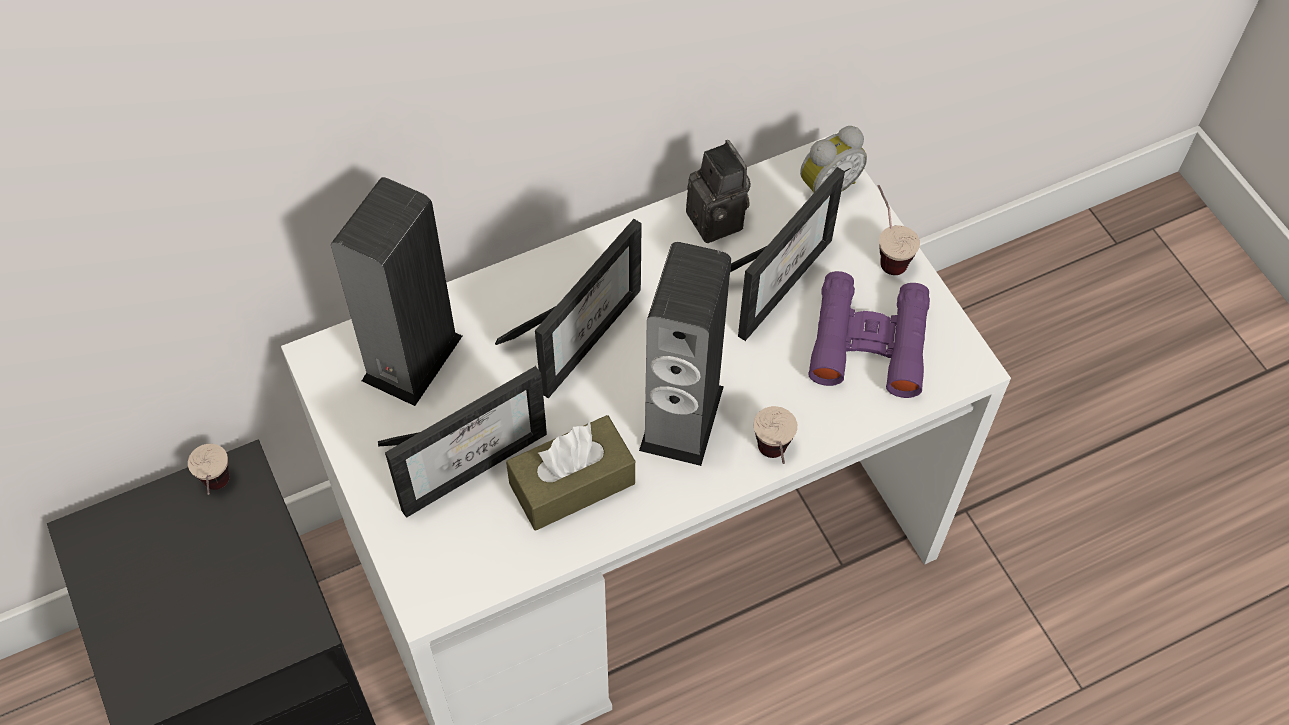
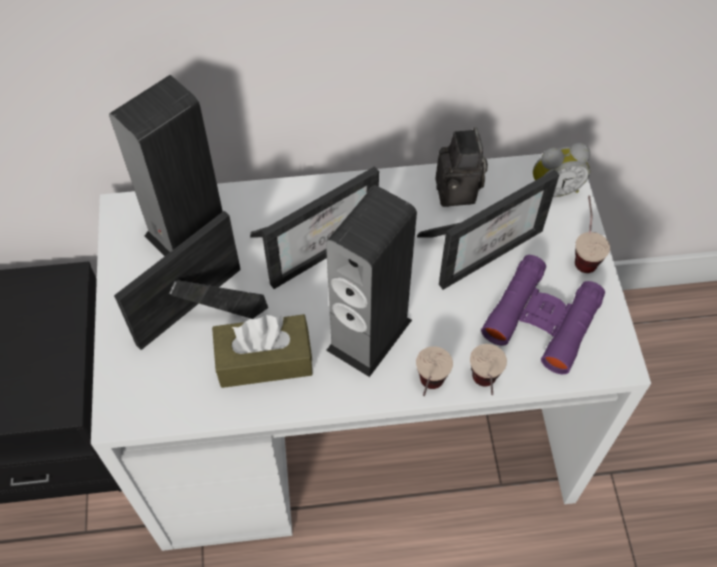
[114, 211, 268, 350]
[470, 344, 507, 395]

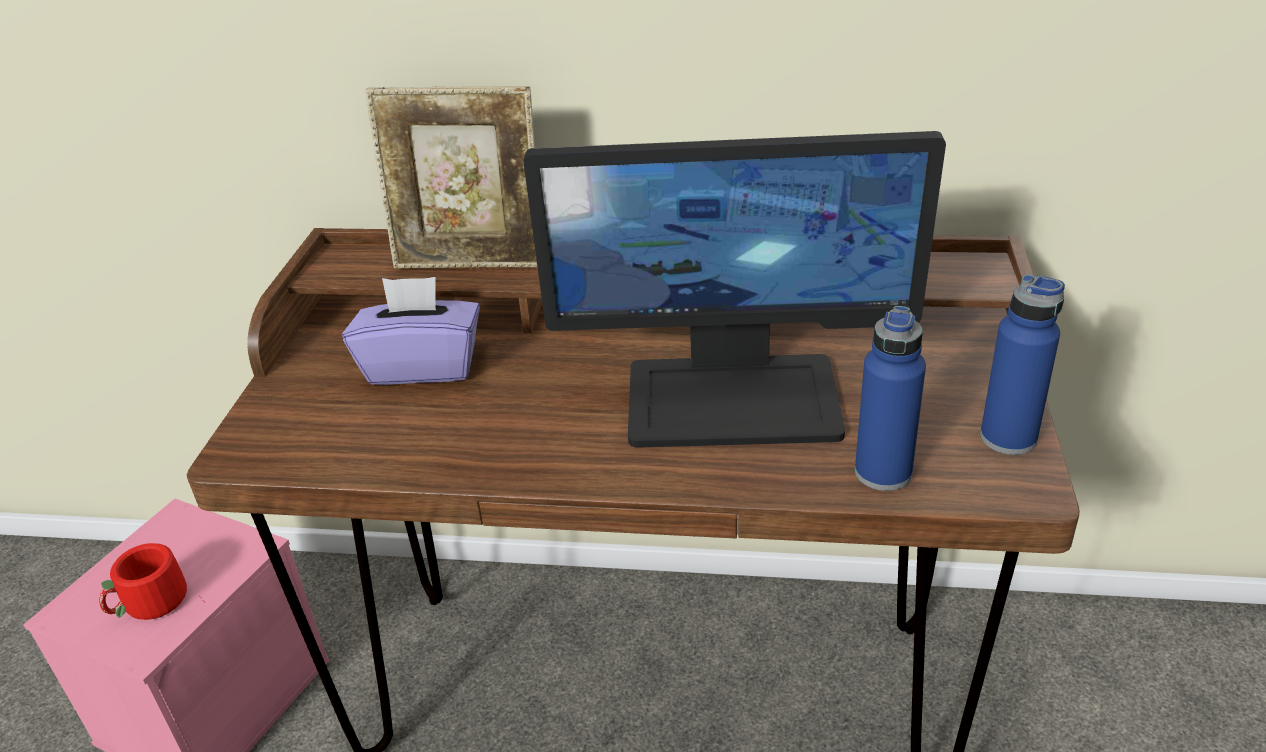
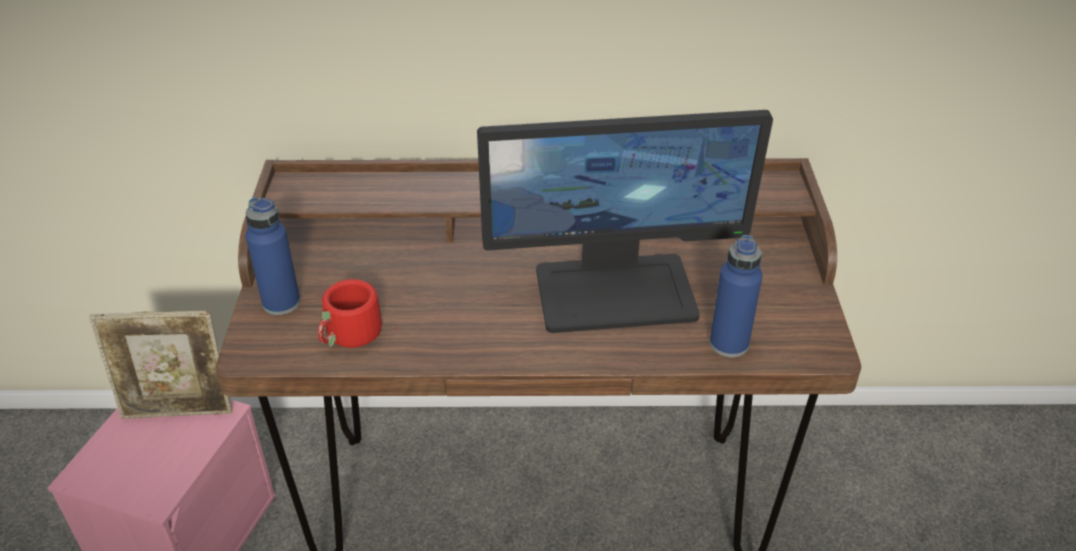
[89, 310, 232, 419]
[245, 197, 300, 315]
[342, 277, 480, 385] (first image)
[318, 279, 401, 348]

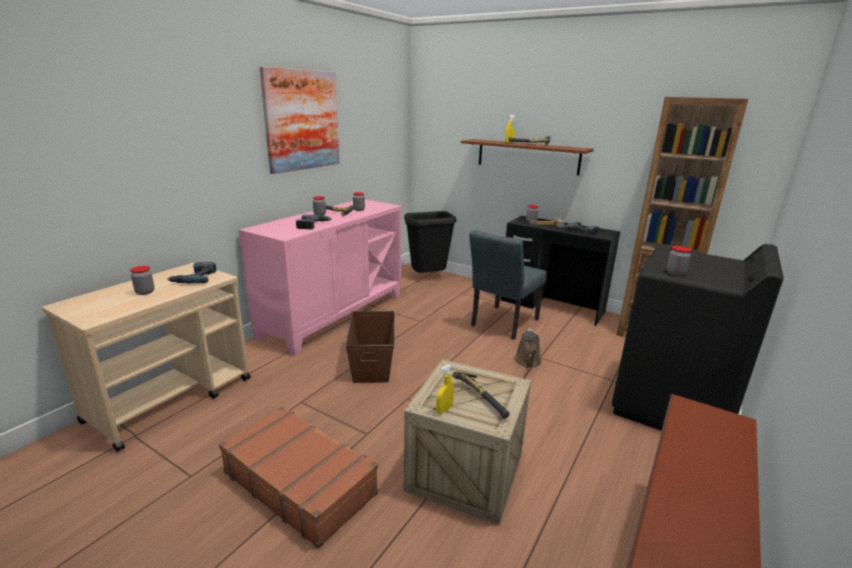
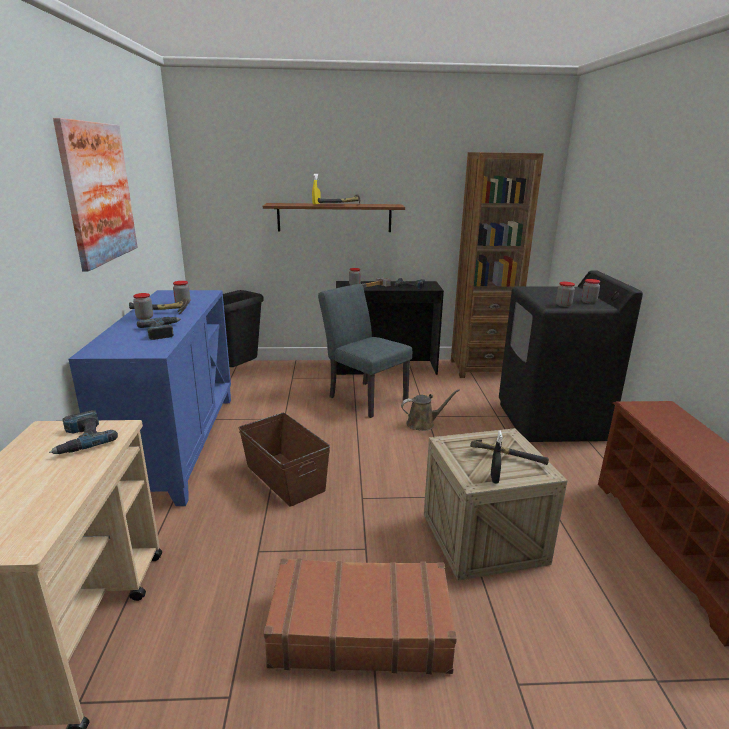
[69, 290, 231, 506]
[318, 284, 412, 418]
[581, 279, 600, 304]
[401, 389, 460, 431]
[491, 431, 503, 483]

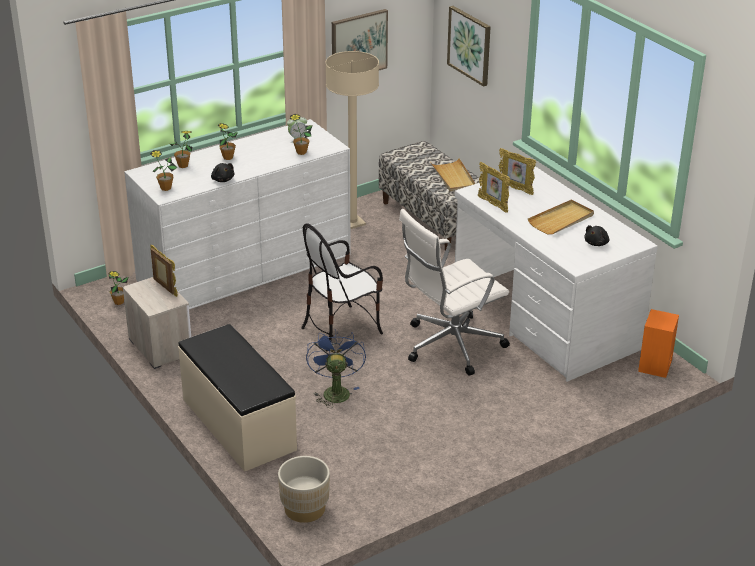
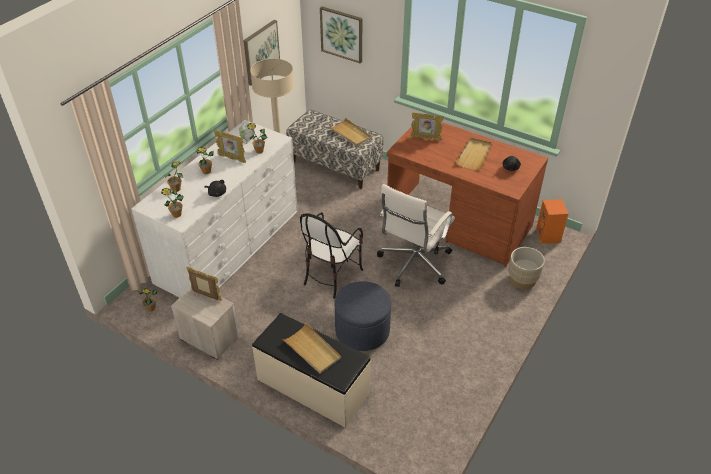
[214, 130, 246, 163]
[387, 122, 548, 267]
[334, 281, 391, 351]
[509, 247, 545, 289]
[284, 323, 341, 374]

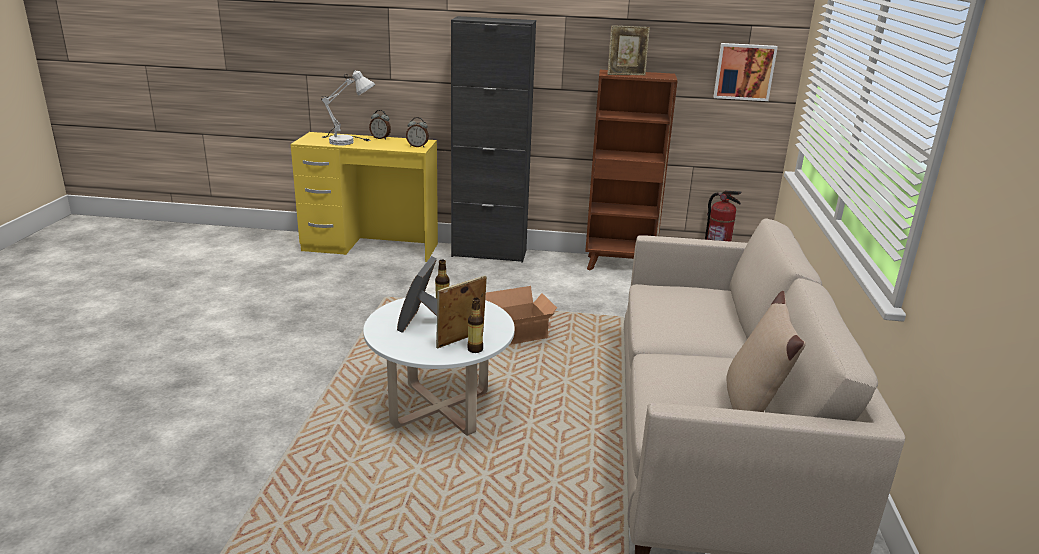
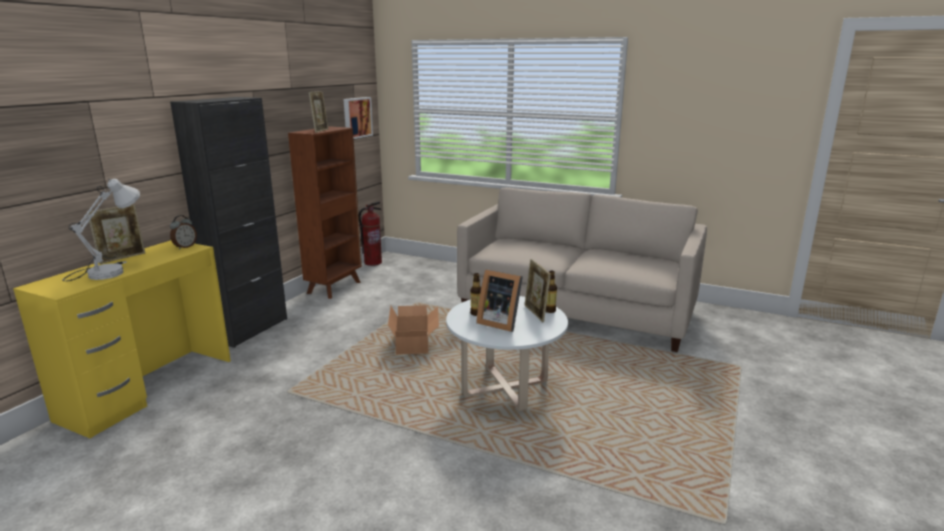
[88, 204, 145, 264]
[726, 291, 806, 412] (first image)

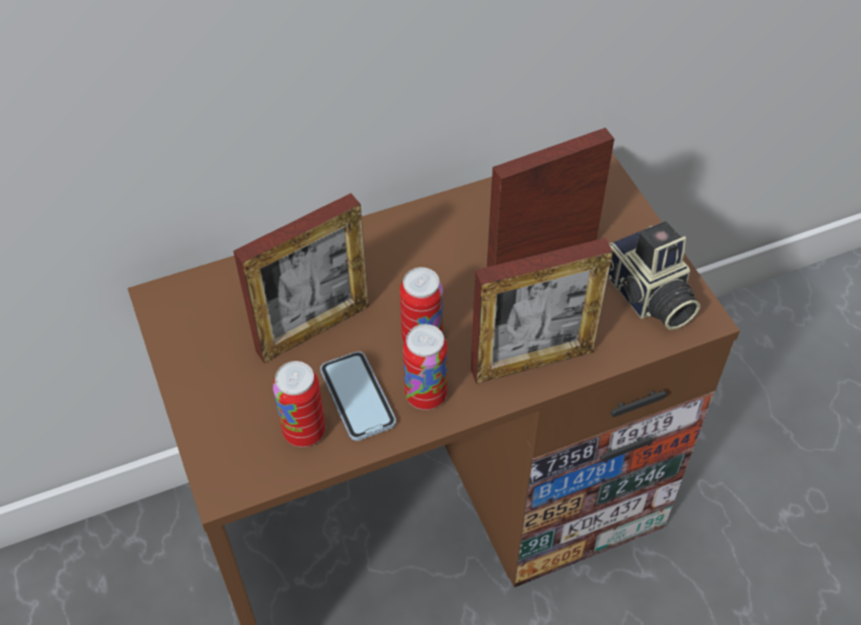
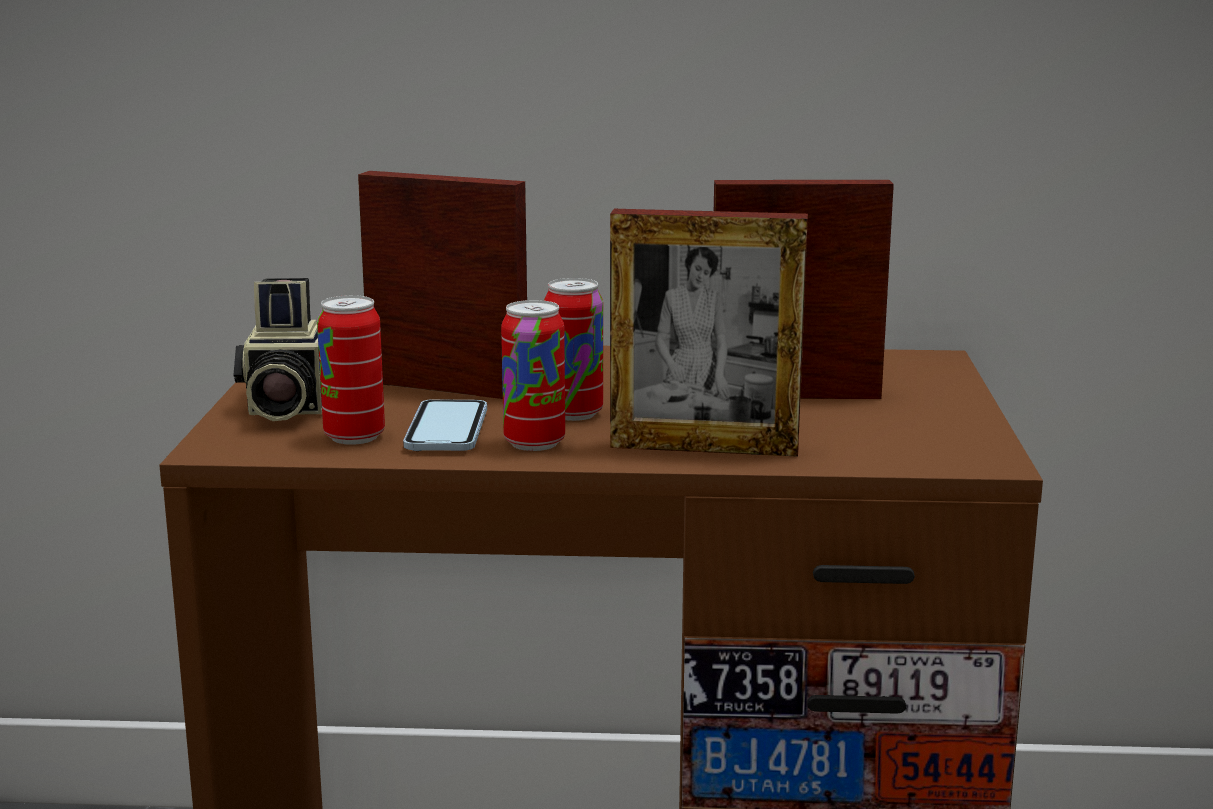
[358, 171, 527, 399]
[233, 278, 322, 421]

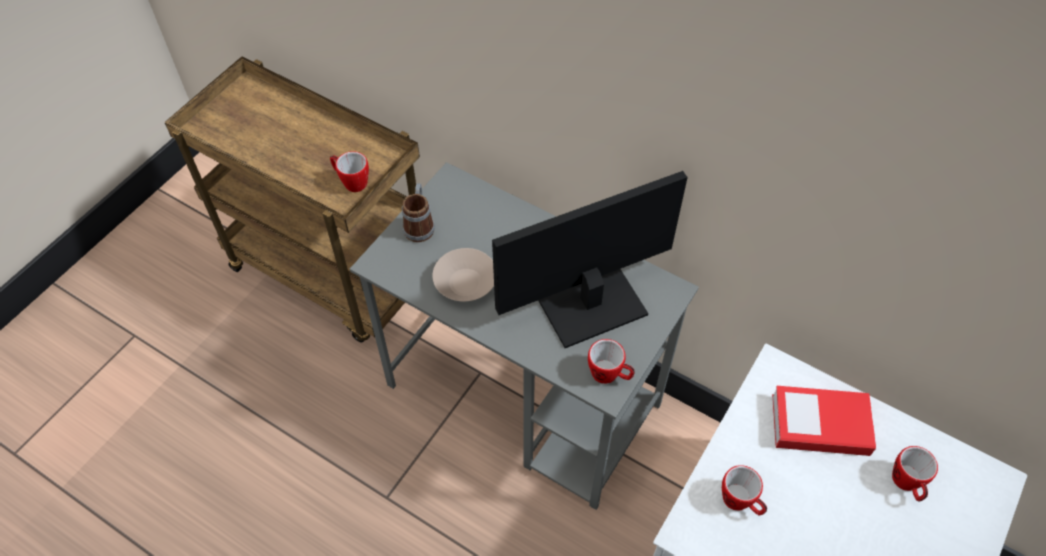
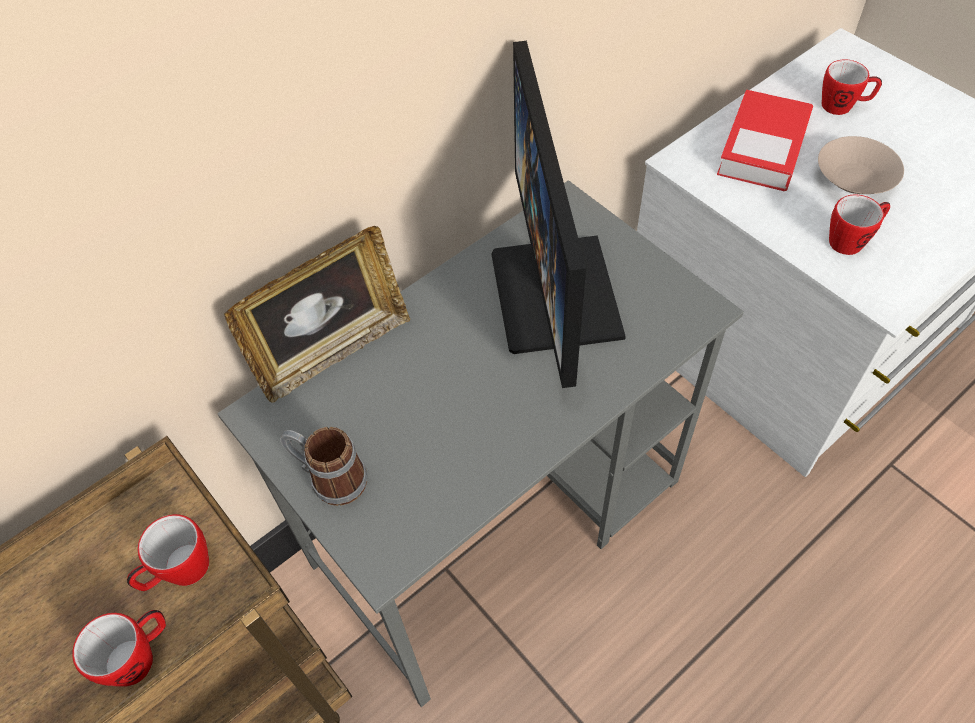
[818, 136, 904, 194]
[72, 610, 166, 687]
[224, 226, 410, 403]

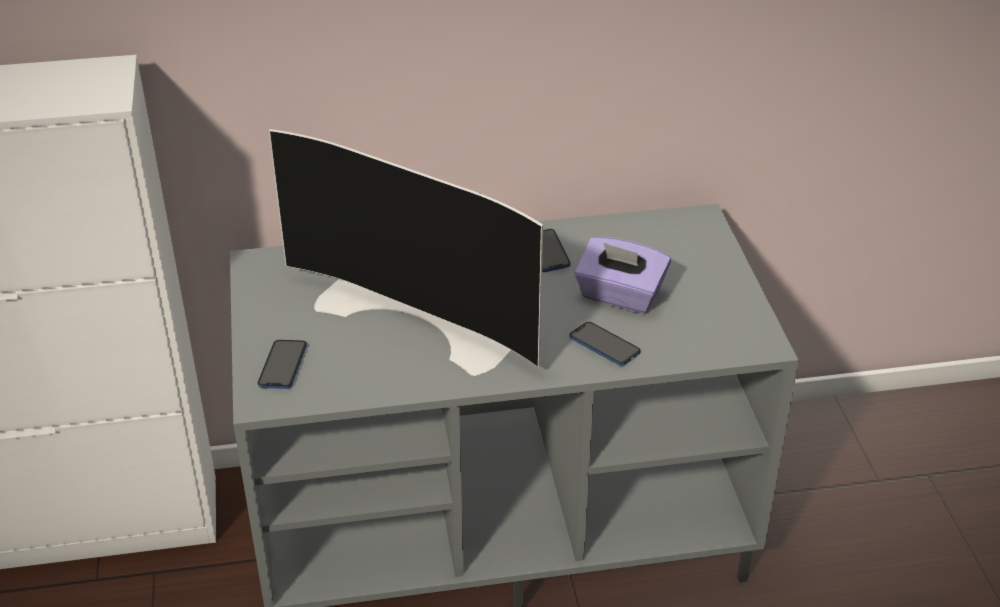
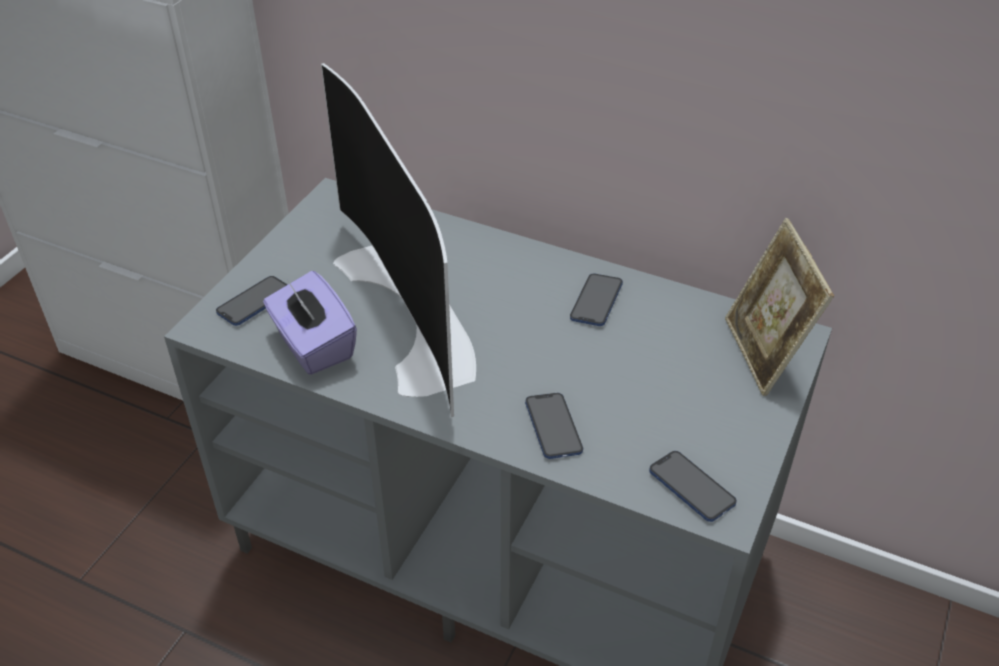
[263, 271, 357, 375]
[725, 218, 834, 396]
[649, 451, 737, 522]

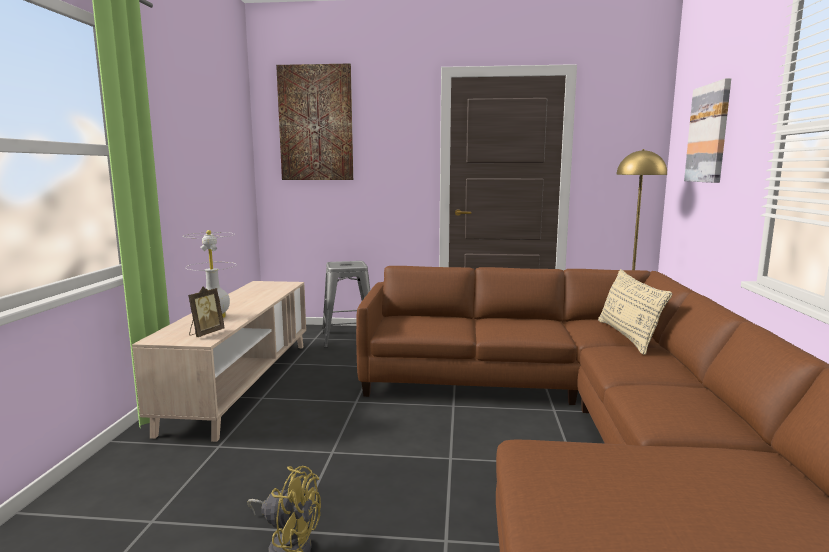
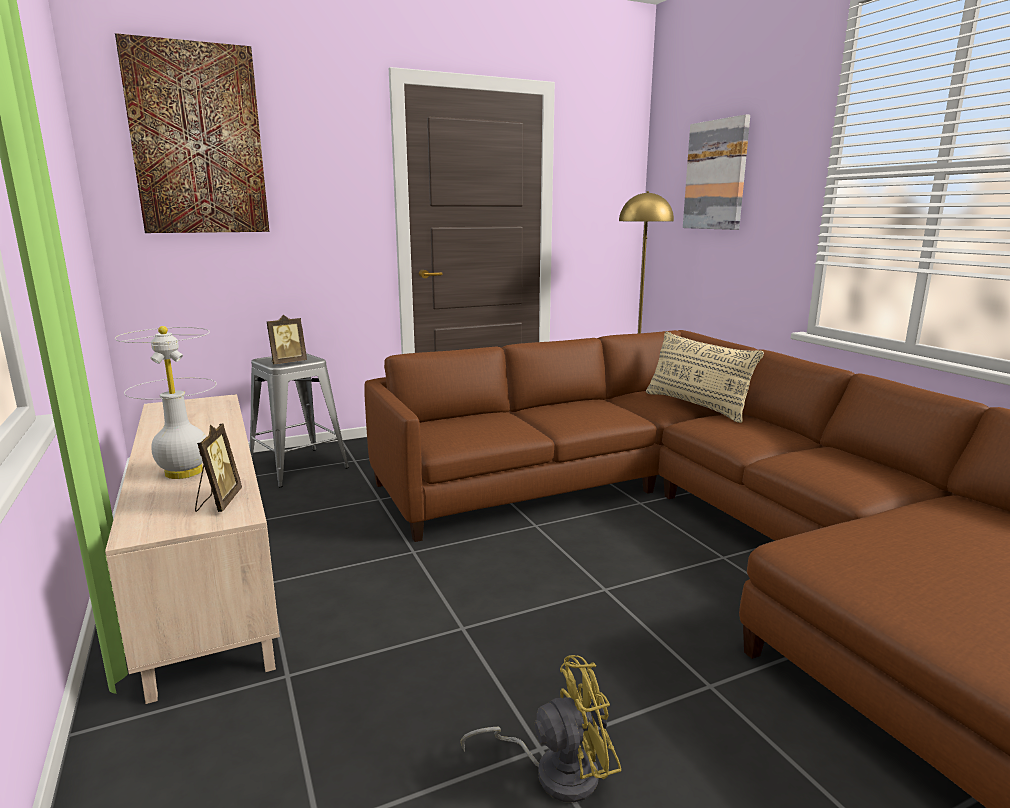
[266, 315, 307, 364]

